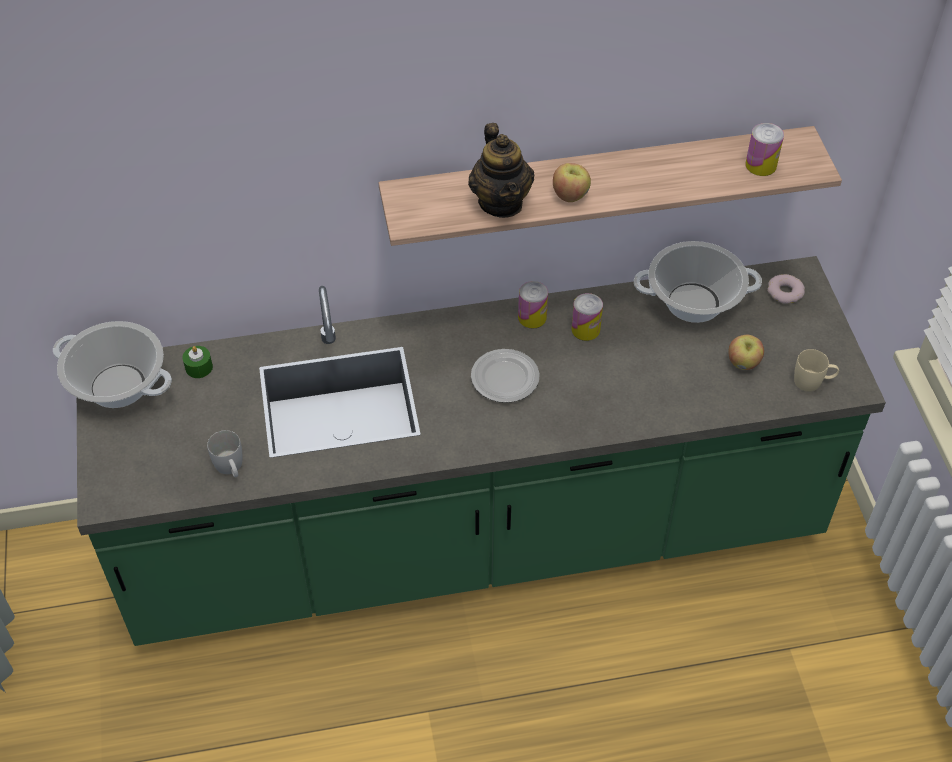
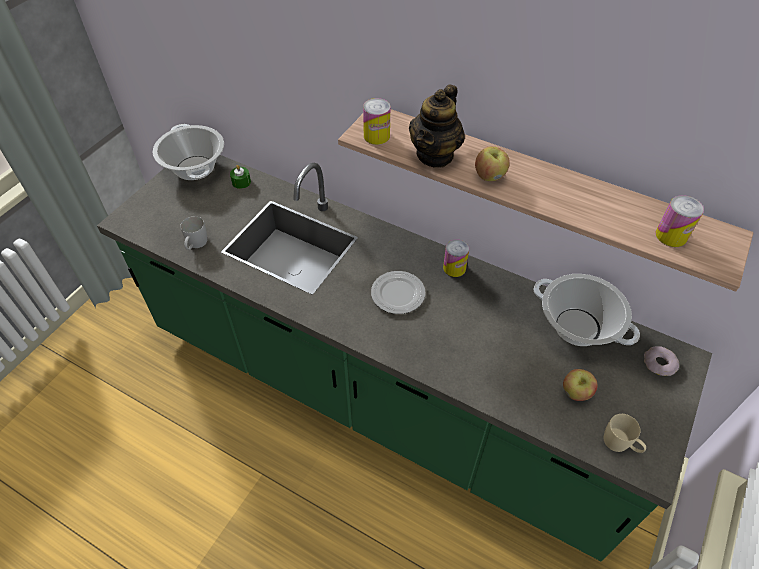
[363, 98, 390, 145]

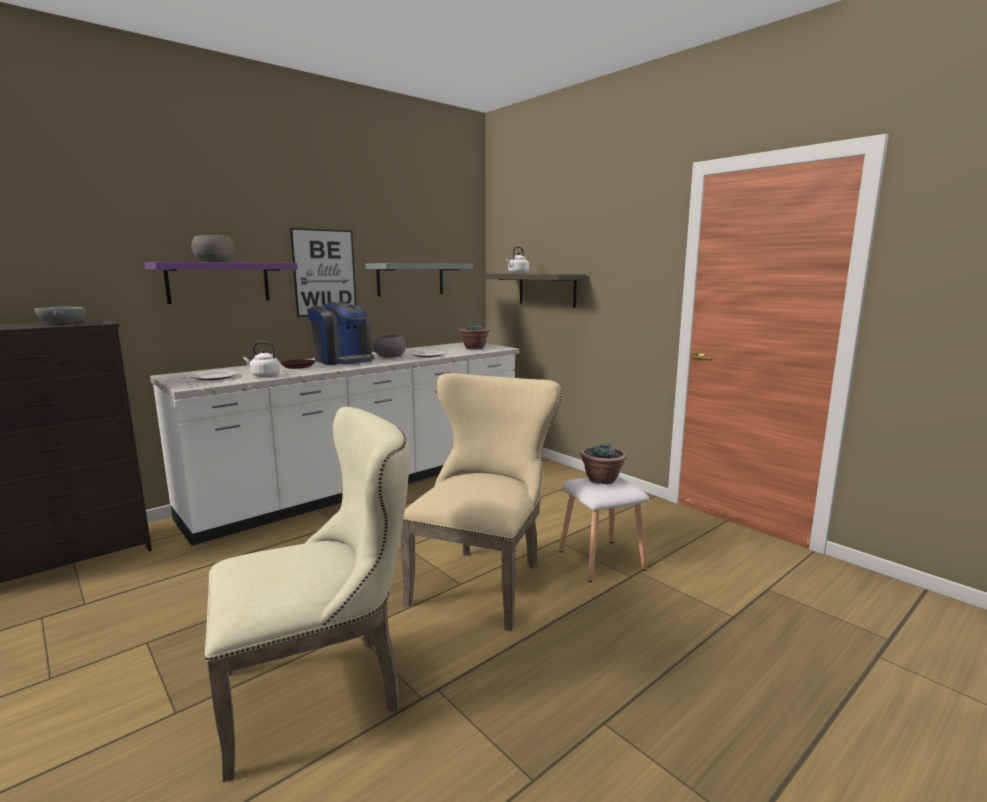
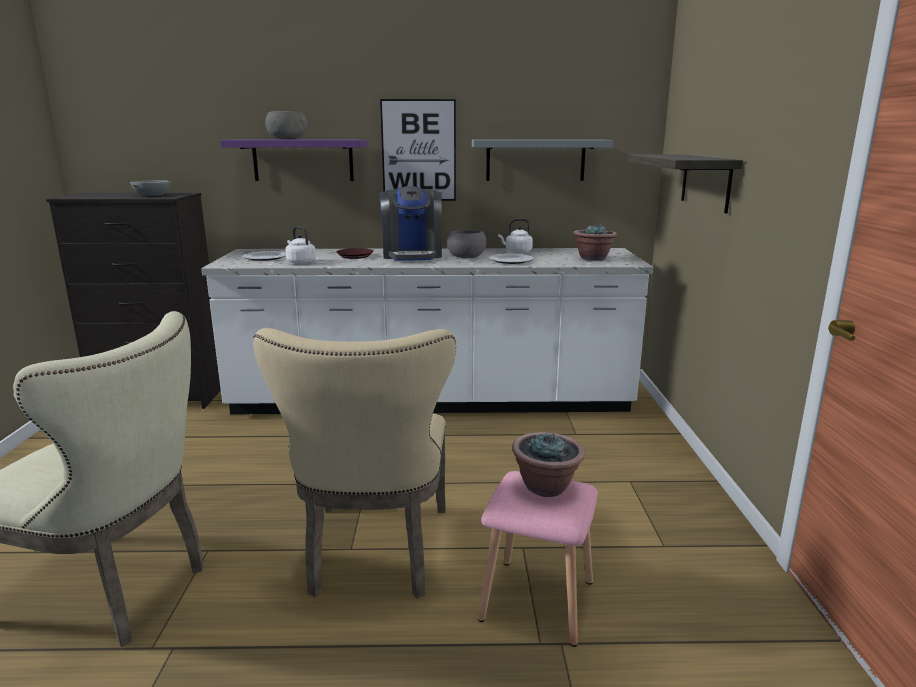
[498, 219, 533, 254]
[253, 328, 456, 598]
[478, 471, 598, 647]

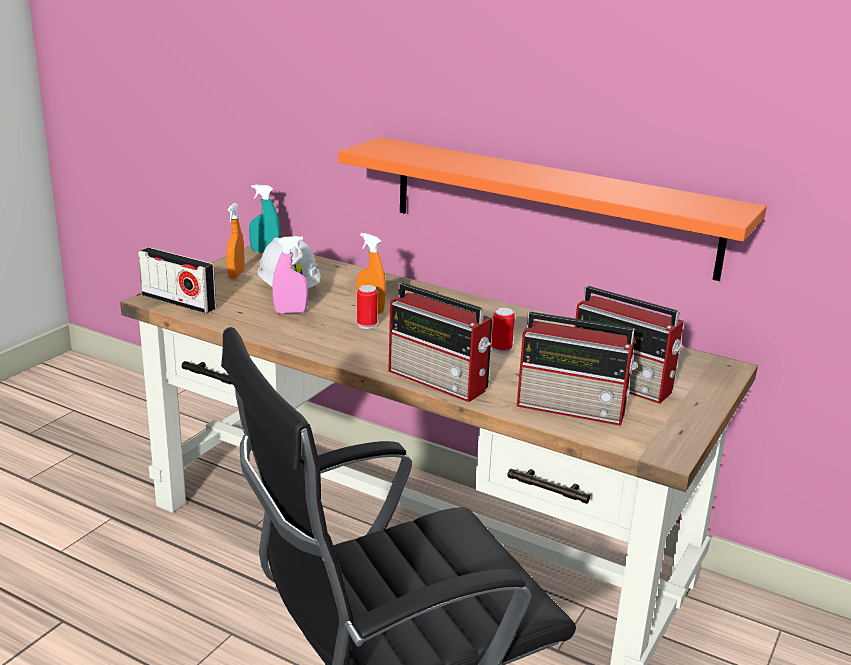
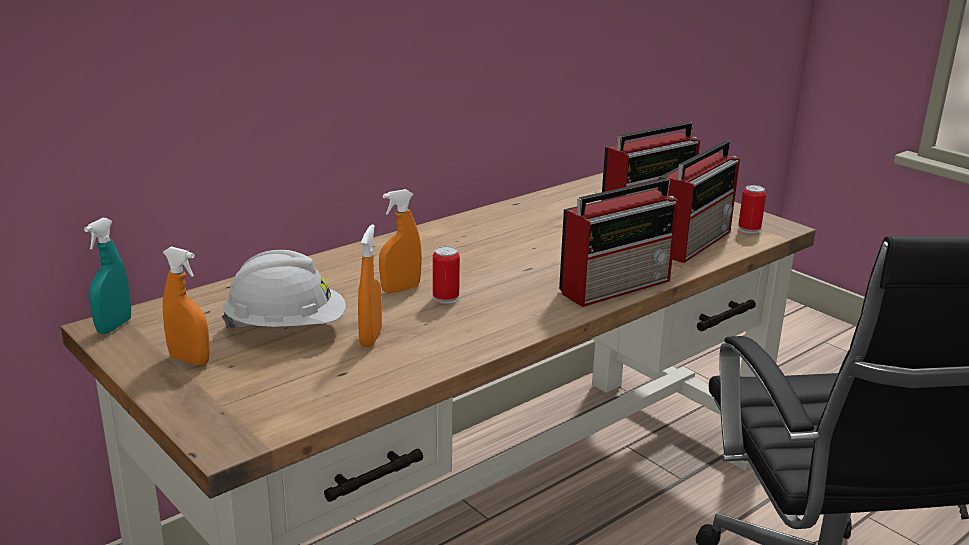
[338, 137, 767, 281] (first image)
[358, 224, 382, 347]
[138, 247, 216, 313] (first image)
[738, 185, 766, 234]

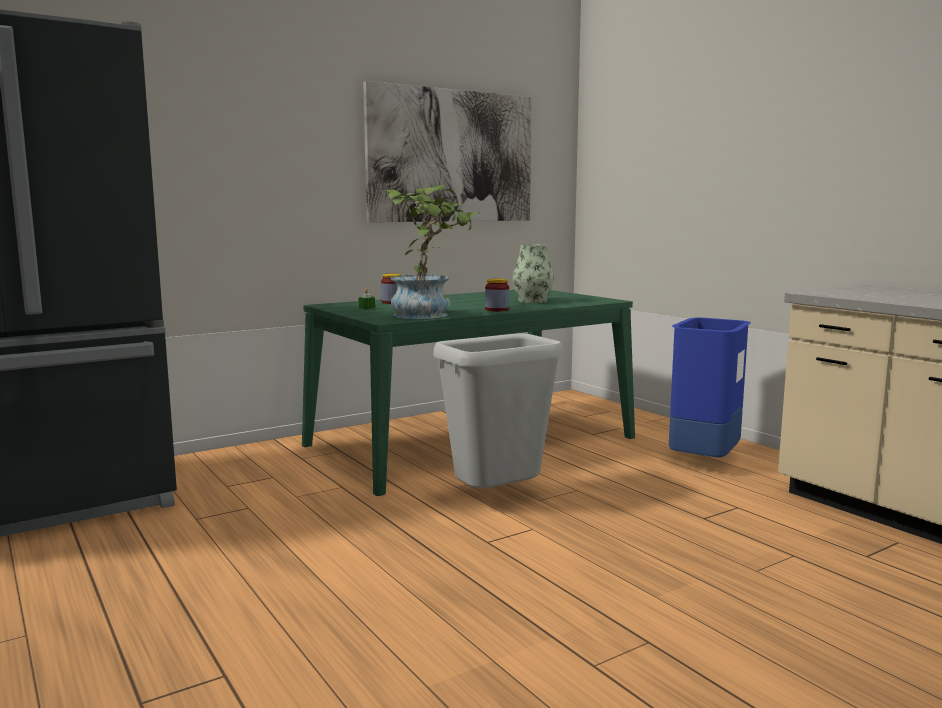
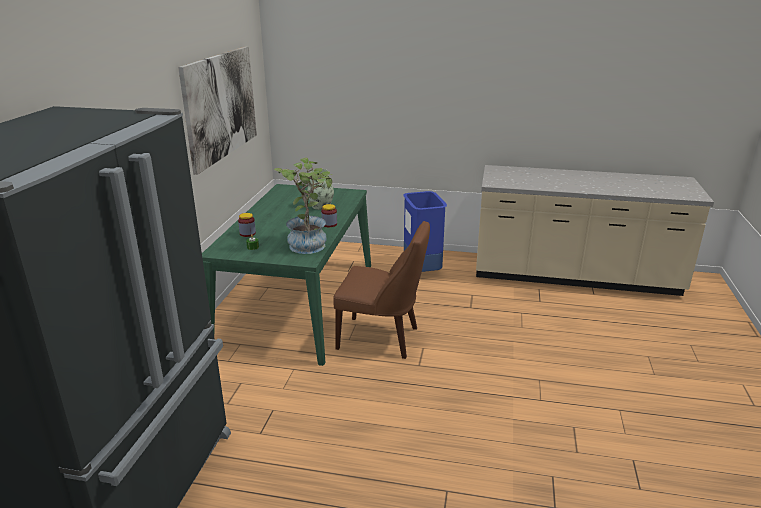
[333, 221, 430, 359]

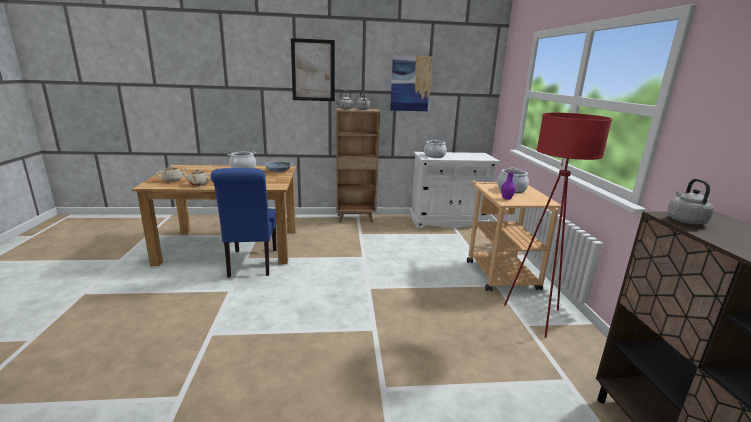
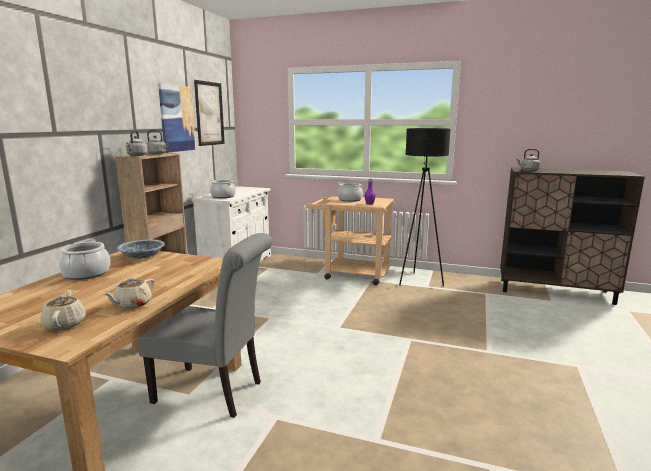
[194, 80, 225, 146]
[399, 128, 451, 286]
[137, 233, 273, 418]

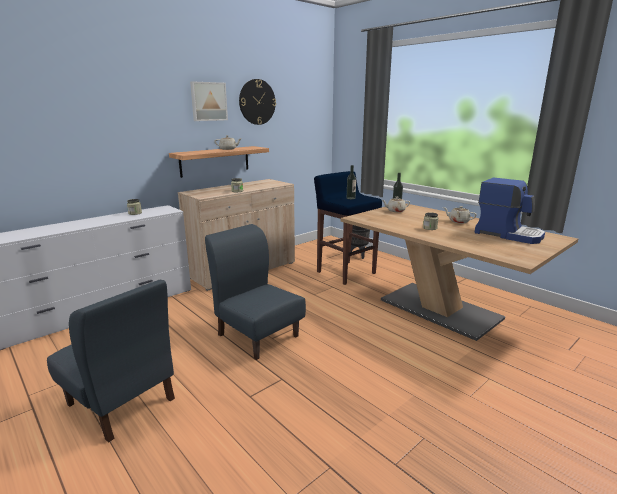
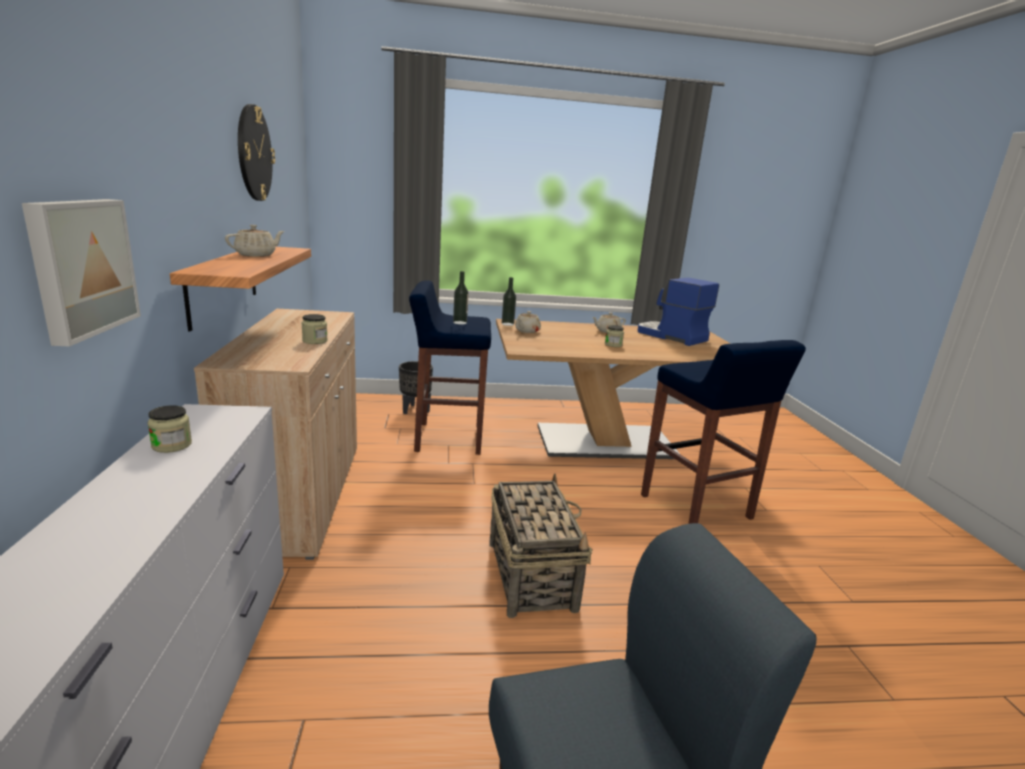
[22, 199, 141, 347]
[638, 278, 719, 346]
[490, 473, 593, 618]
[641, 340, 806, 524]

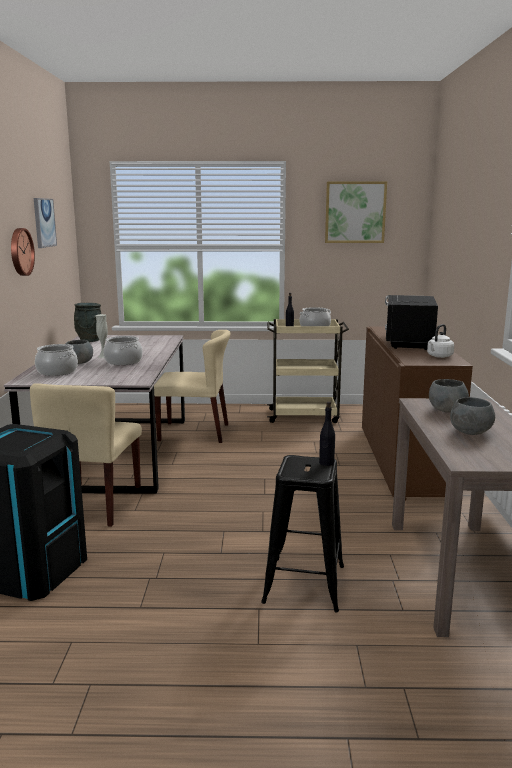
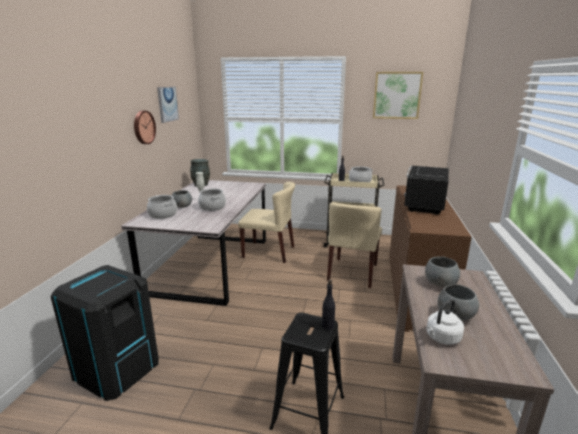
[426, 299, 464, 345]
[327, 202, 382, 288]

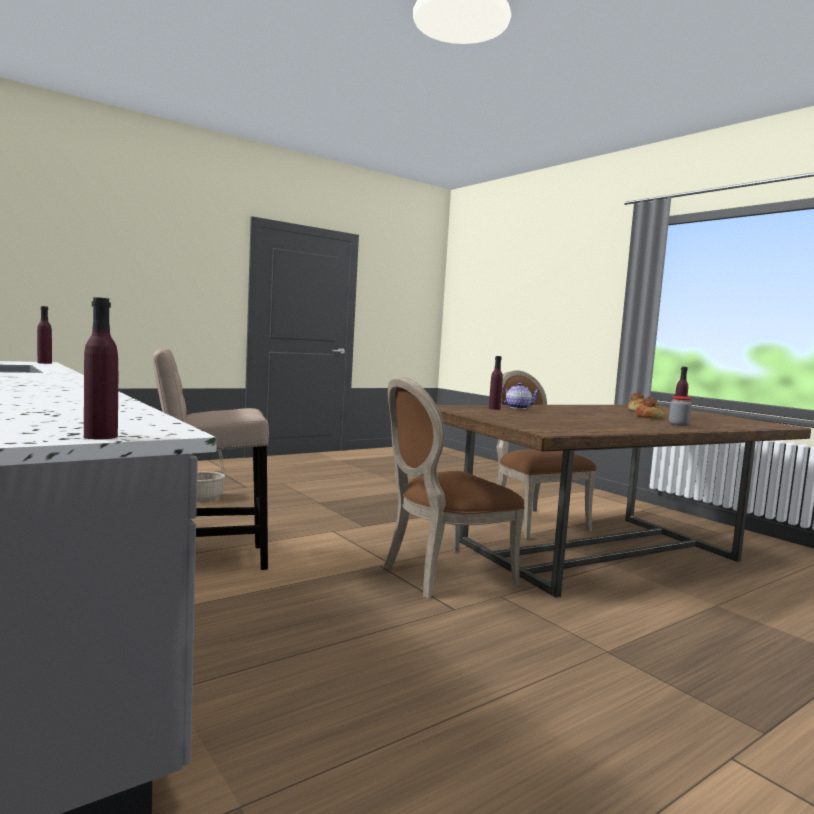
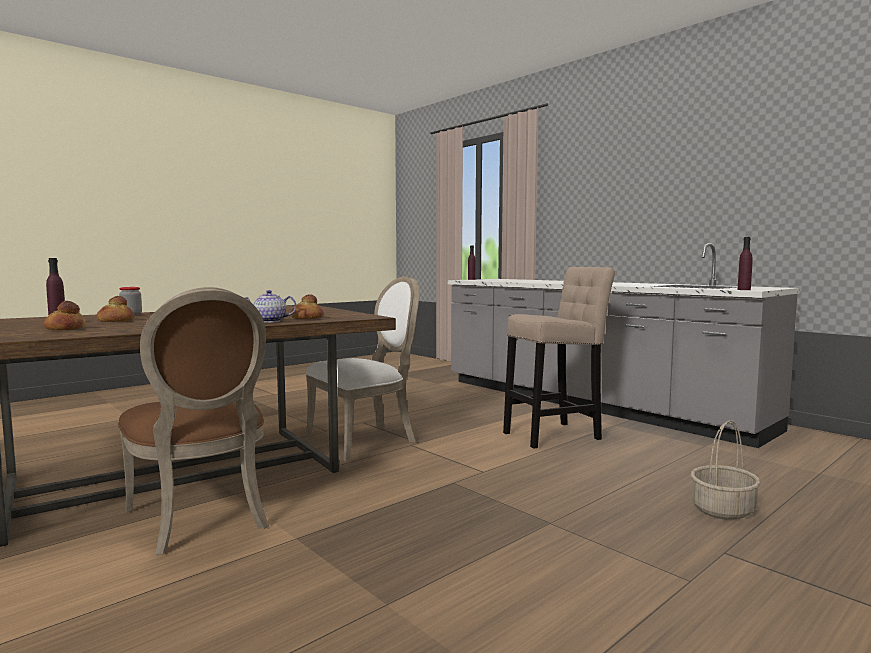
[291, 294, 323, 319]
[306, 276, 419, 462]

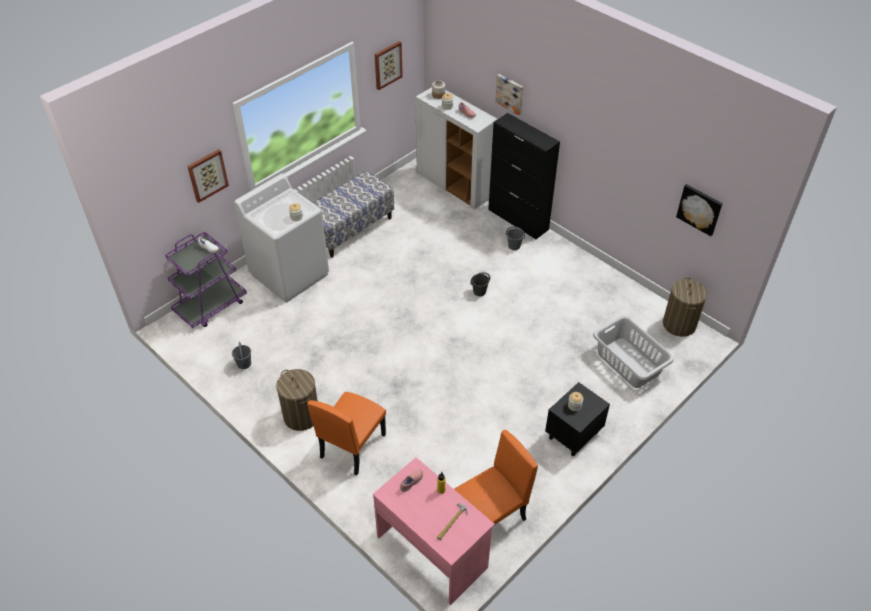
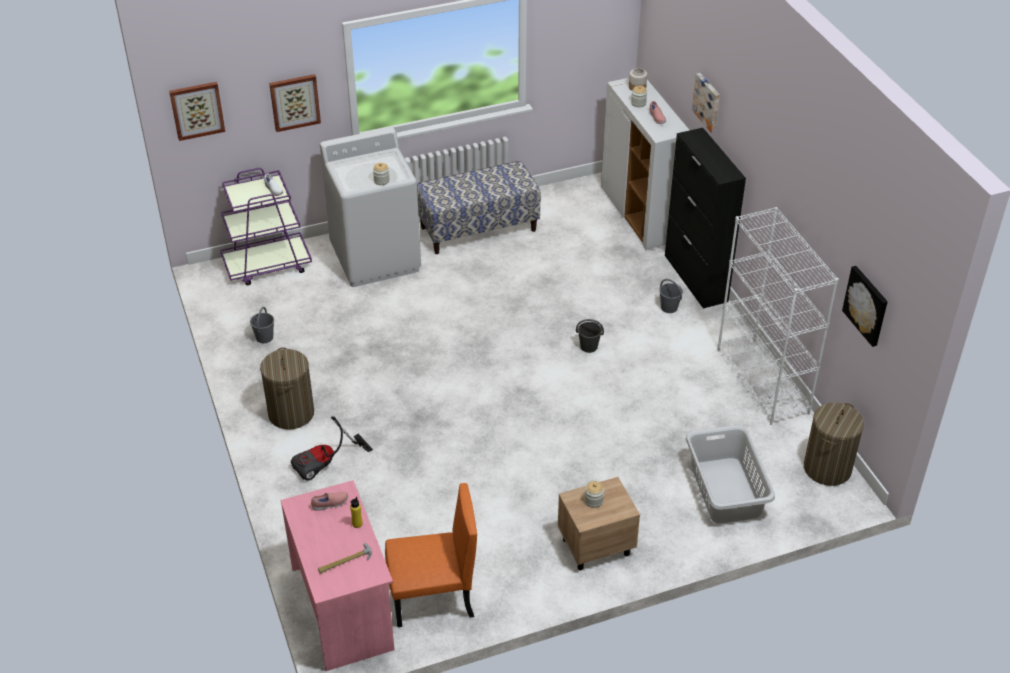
[169, 82, 225, 141]
[558, 477, 640, 570]
[291, 416, 373, 481]
[717, 207, 839, 425]

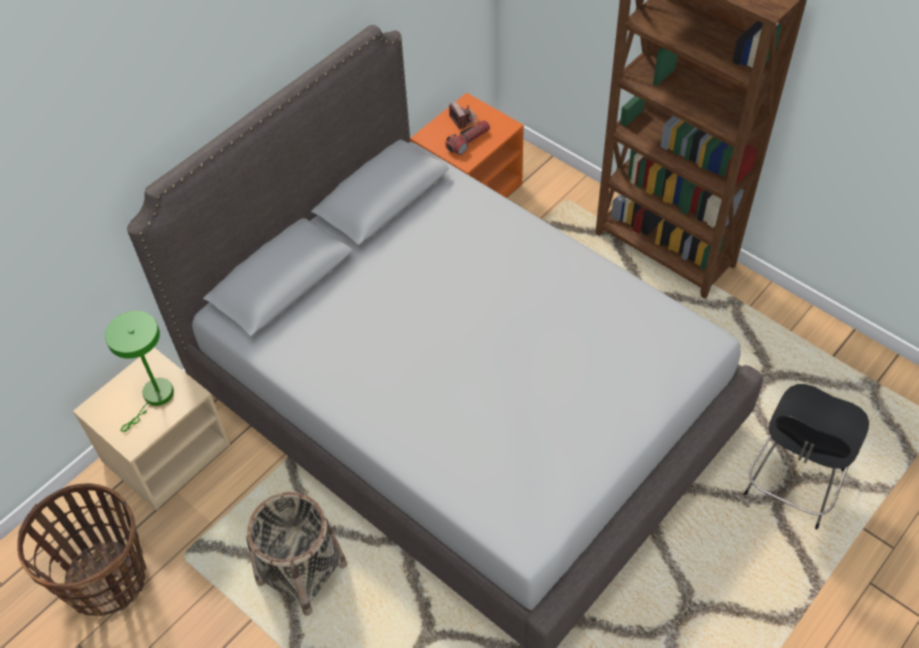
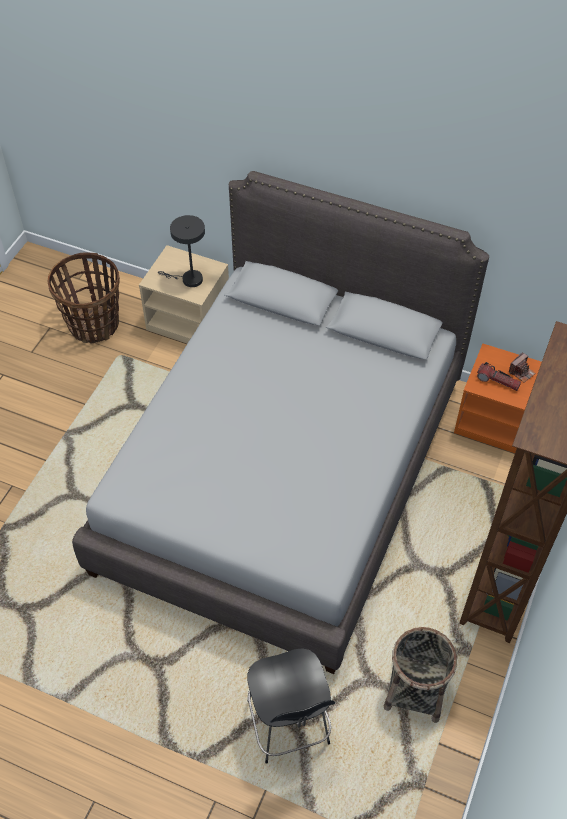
[158, 215, 205, 287]
[248, 648, 335, 764]
[384, 627, 457, 723]

